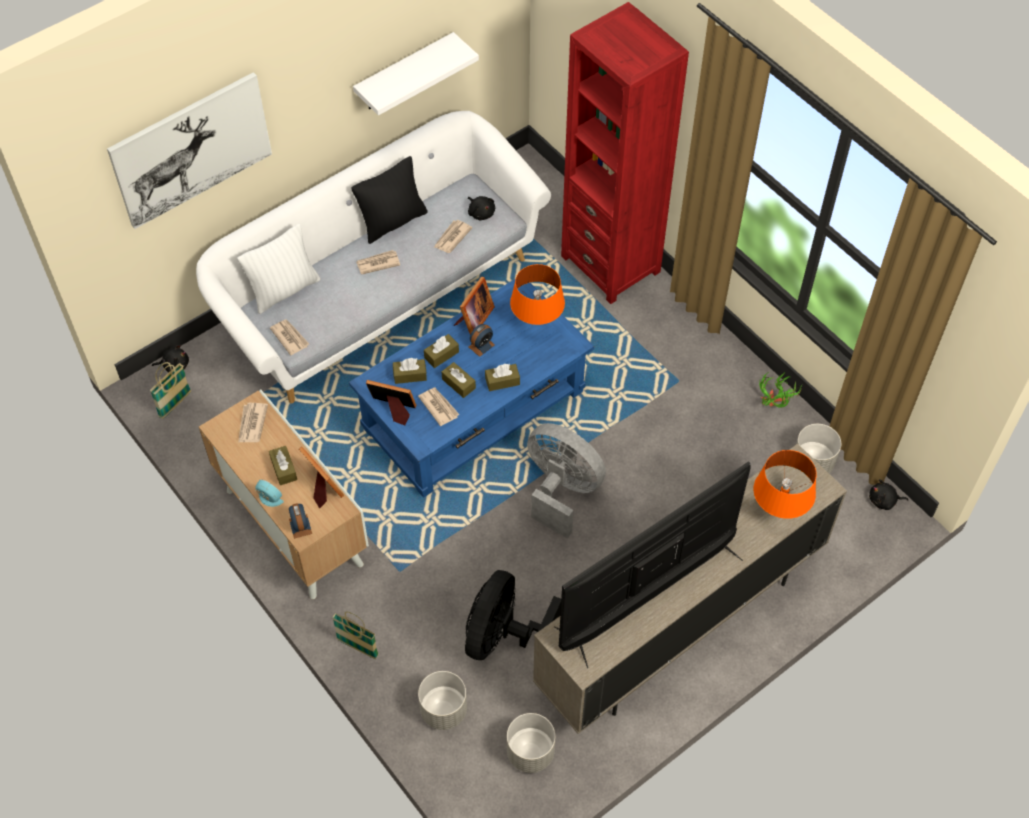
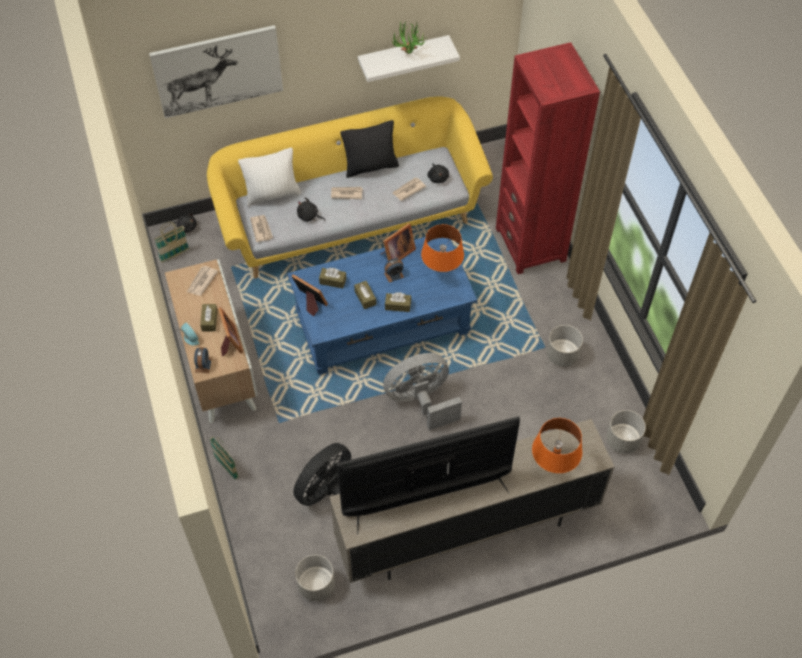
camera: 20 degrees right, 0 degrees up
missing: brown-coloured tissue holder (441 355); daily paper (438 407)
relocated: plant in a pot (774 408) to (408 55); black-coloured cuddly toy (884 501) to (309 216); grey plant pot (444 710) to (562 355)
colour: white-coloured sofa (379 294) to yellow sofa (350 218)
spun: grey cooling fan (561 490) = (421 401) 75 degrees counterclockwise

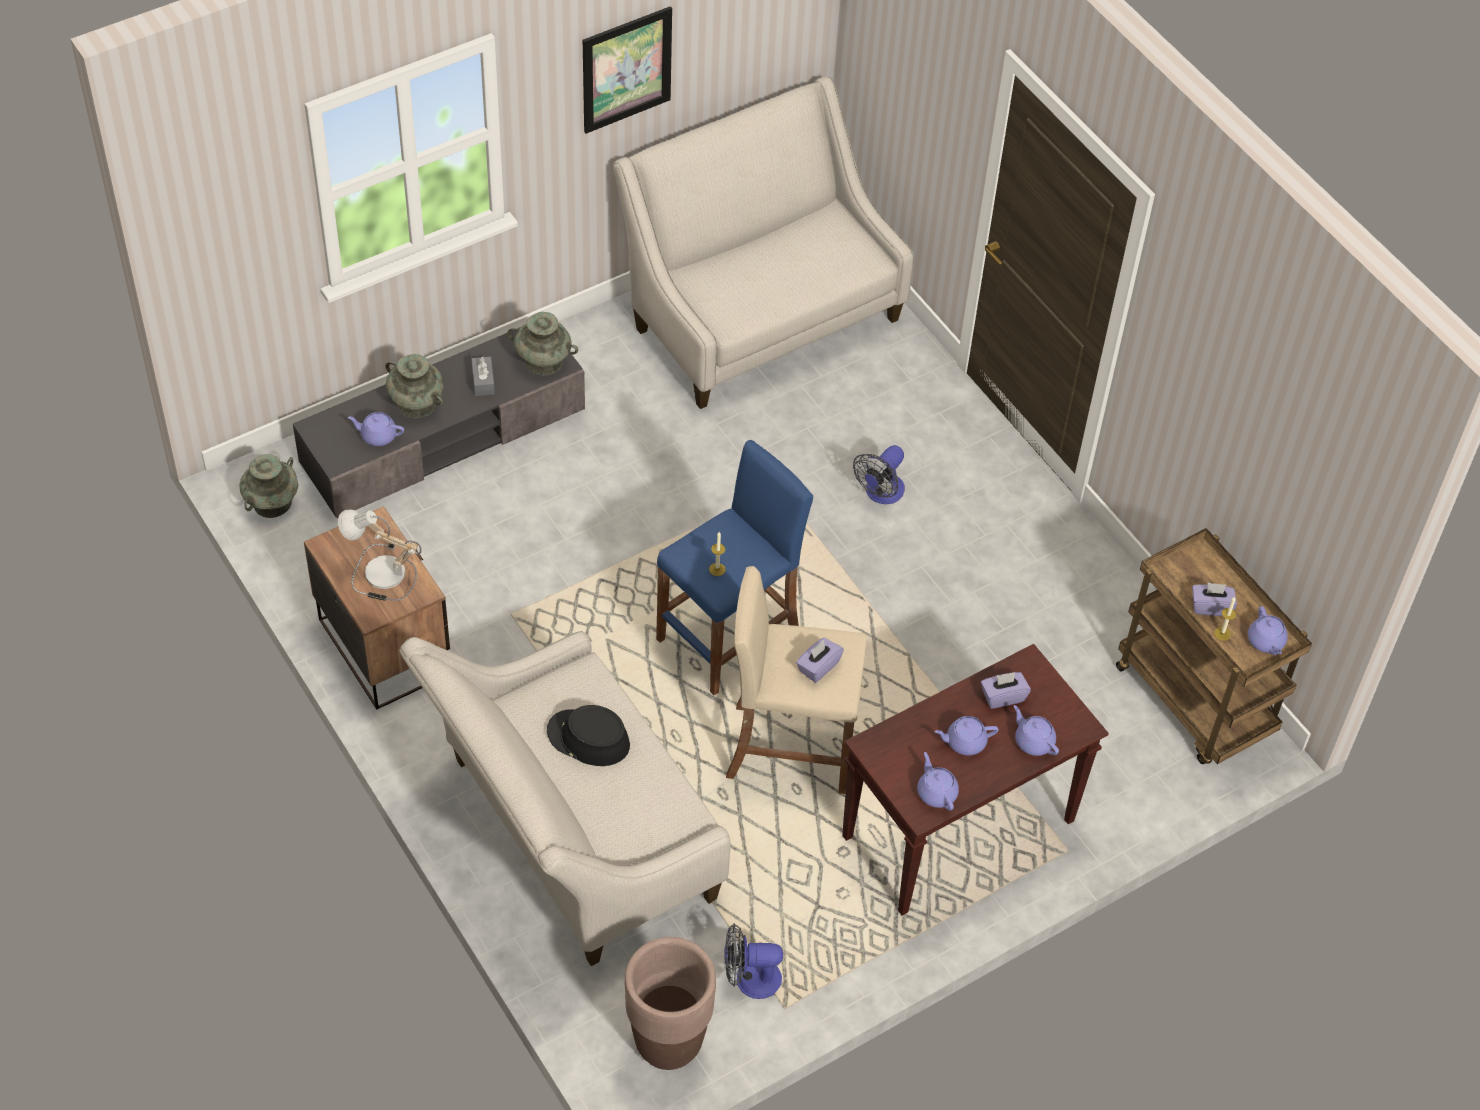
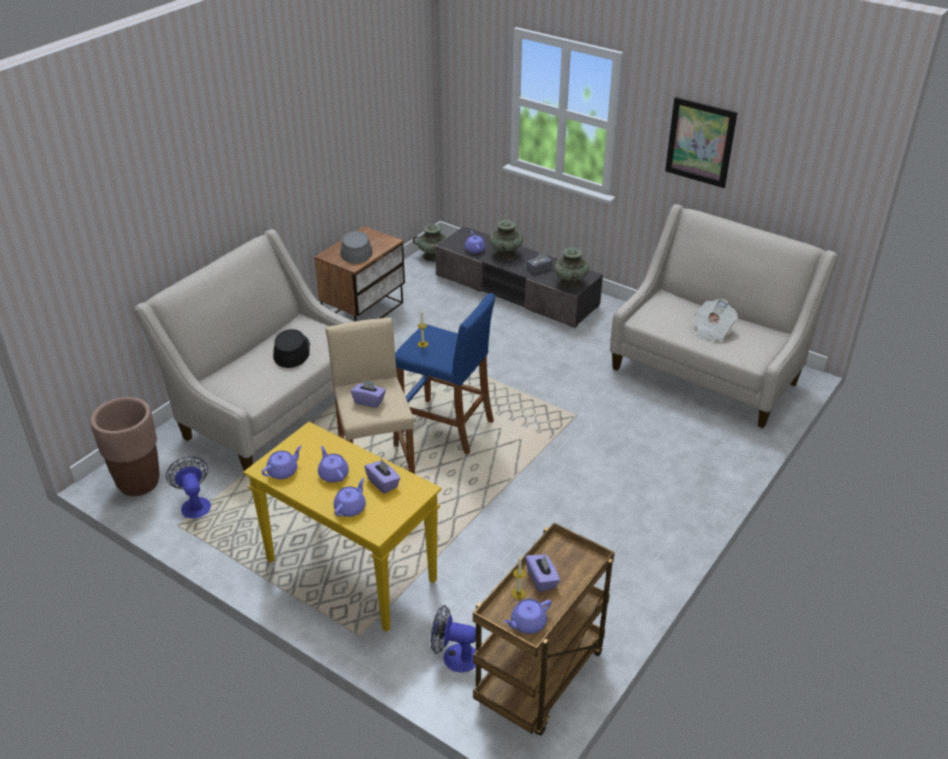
camera: 70 degrees right, 15 degrees down
appeared: daily paper (711 331)
relocated: cooling fan (880 494) to (454 656)
exchanged: tabletop lamp (381 575) to grey clothing hat (356 251)
colour: brown-coloured console table (957 831) to yellow console table (349 571)

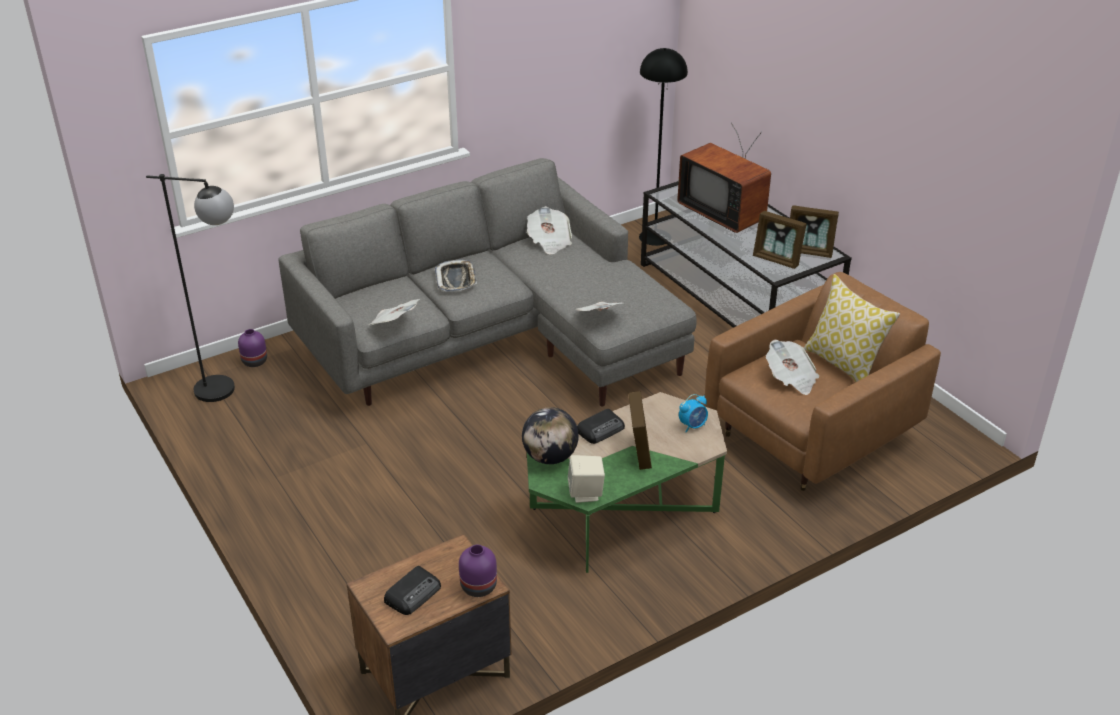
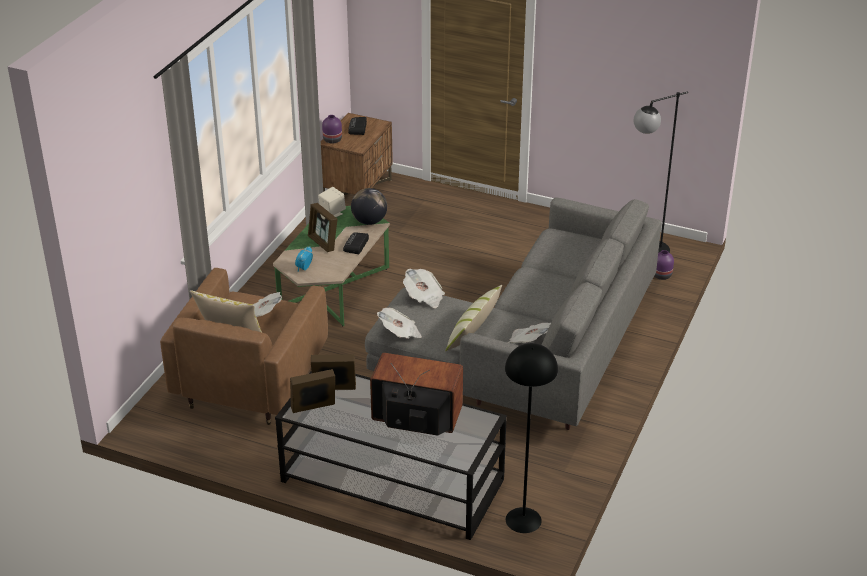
camera: 145 degrees right, 0 degrees up
missing: carrying tray (456 279)
appeared: cushion (472 331)
relocated: daily paper (395 323) to (400 333)

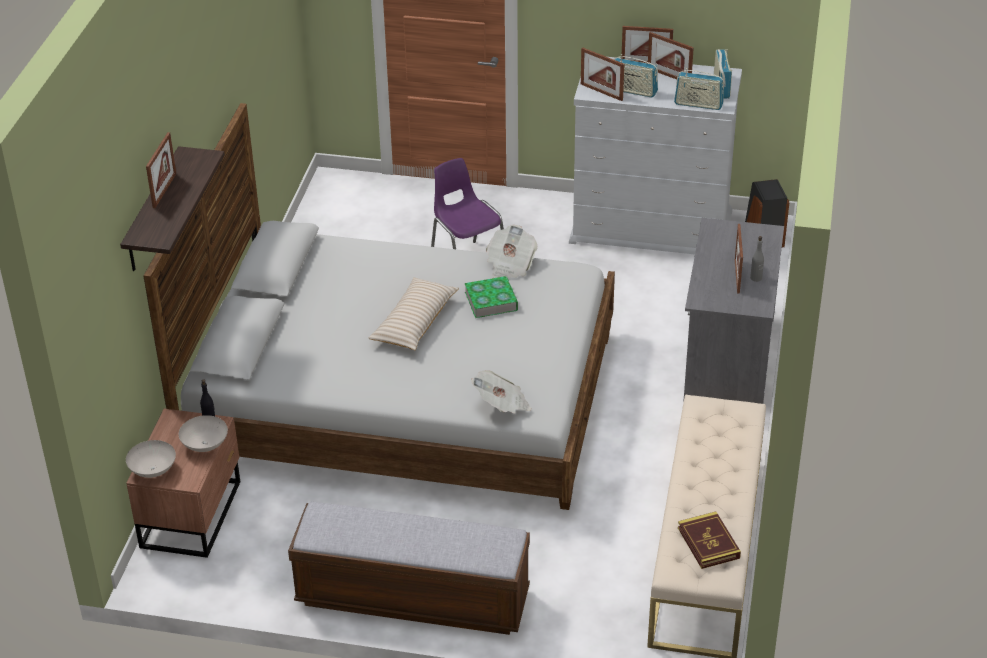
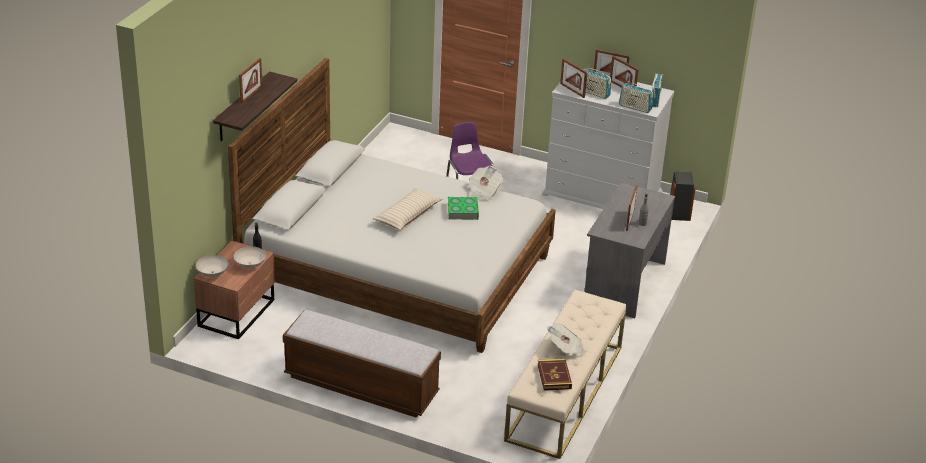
camera: 10 degrees right, 5 degrees down
relocated: daily paper (502 405) to (566 349)

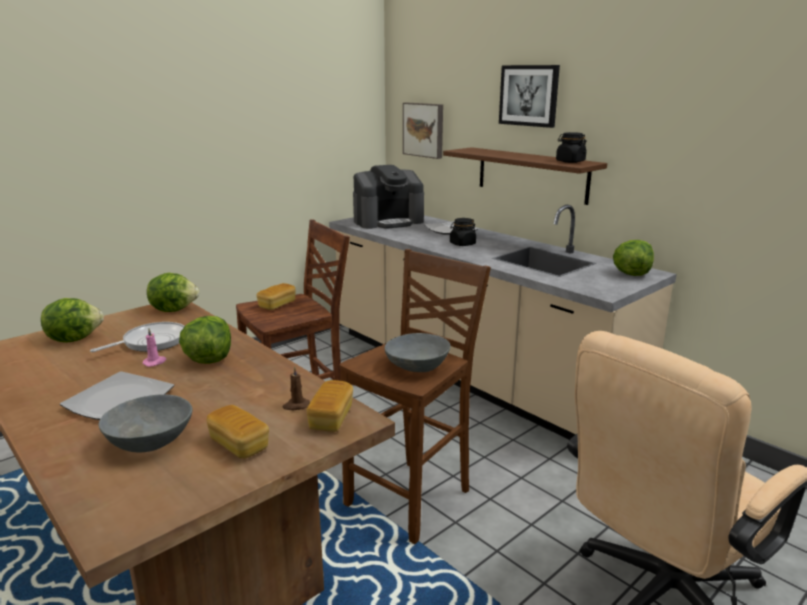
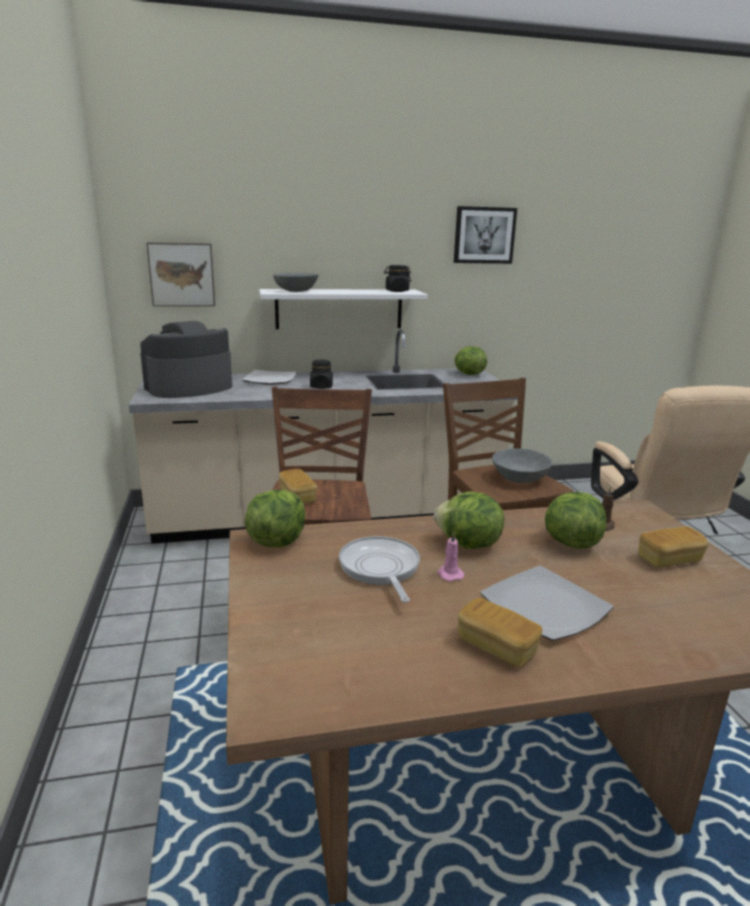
camera: 60 degrees left, 0 degrees up
relocated: wall art (529 95) to (484 235); lettuce head (74 338) to (570 542); bakery bread (331 418) to (496 647); grey deep dish (151 442) to (296 291)
colour: brown-coloured bracket shelf (531 174) to white-coloured bracket shelf (339 309)
spun: coffee maker (388 221) = (189 387) 135 degrees counterclockwise

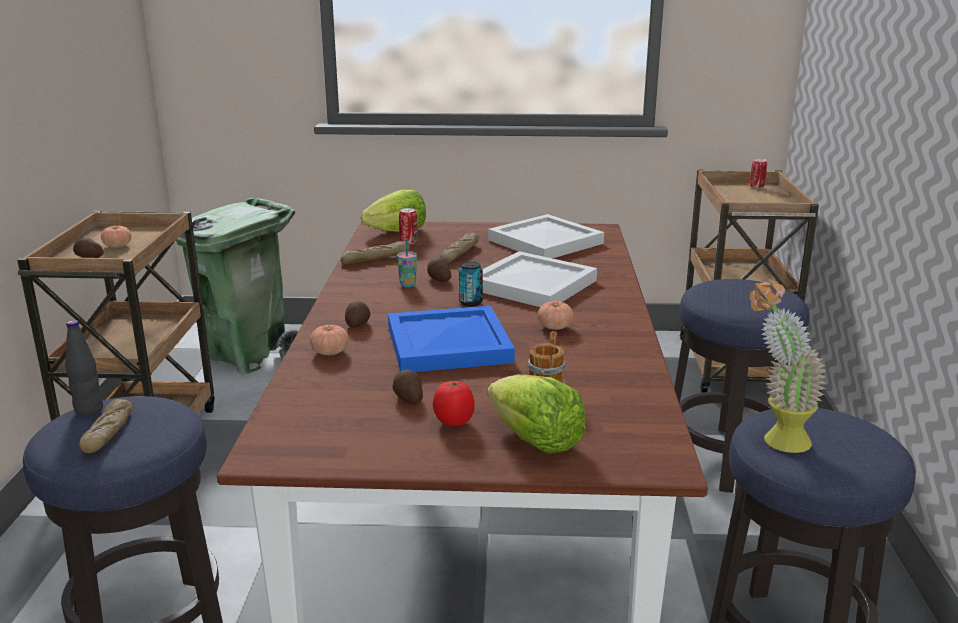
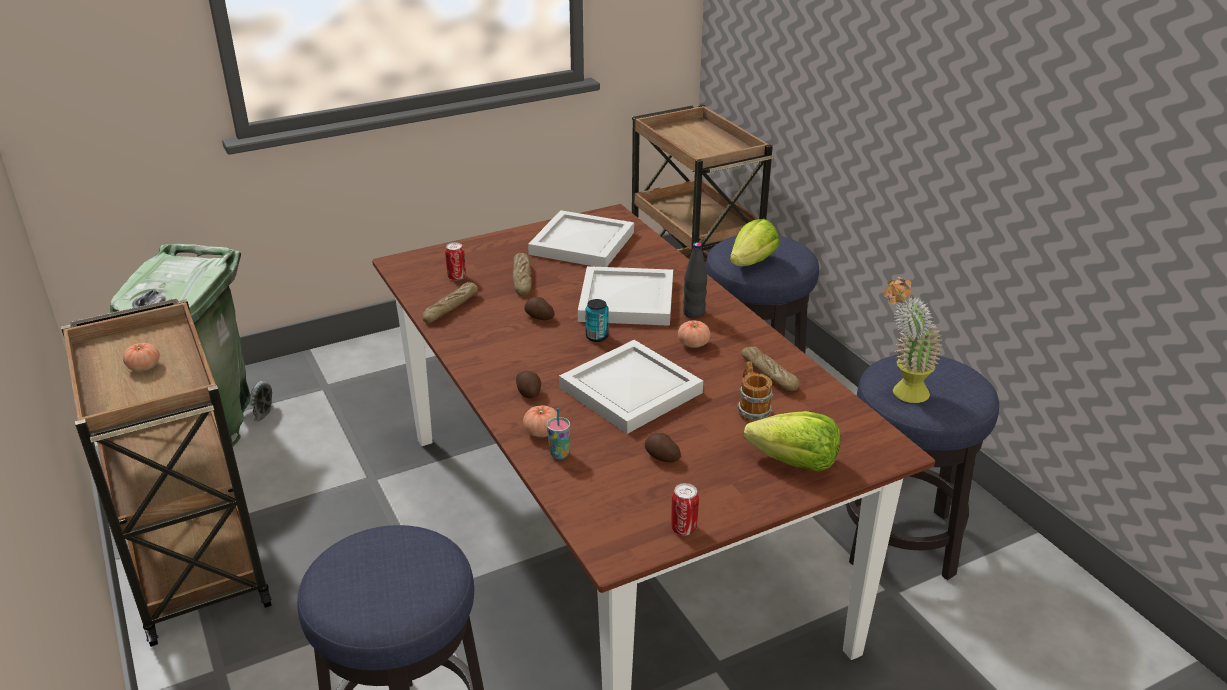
camera: 30 degrees left, 10 degrees up
missing: spud (88 257); whole tomato (454 422)
relocated: metal can (756 187) to (683 528); lettuce head (398 232) to (752 262); cup (407 285) to (559 454); black-coloured bottle (89 410) to (694 313); bakery bread (108 433) to (769 374)
colour: bluish carrying tray (446 344) to white-coloured carrying tray (628 390)

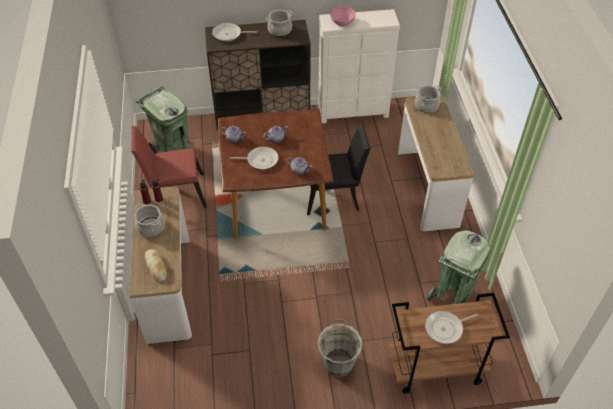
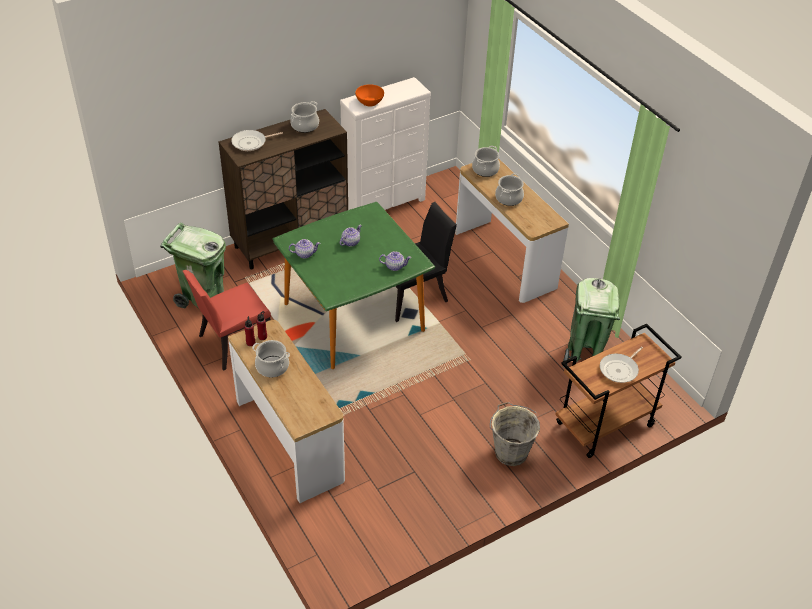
camera: 25 degrees left, 5 degrees down
missing: skillet (260 160); bakery bread (156 267)
appeared: saucepot (508 198)
colour: pink deep dish (342 22) to orange-coloured deep dish (369 102); brown-coloured dining table (275 200) to green dining table (353 317)

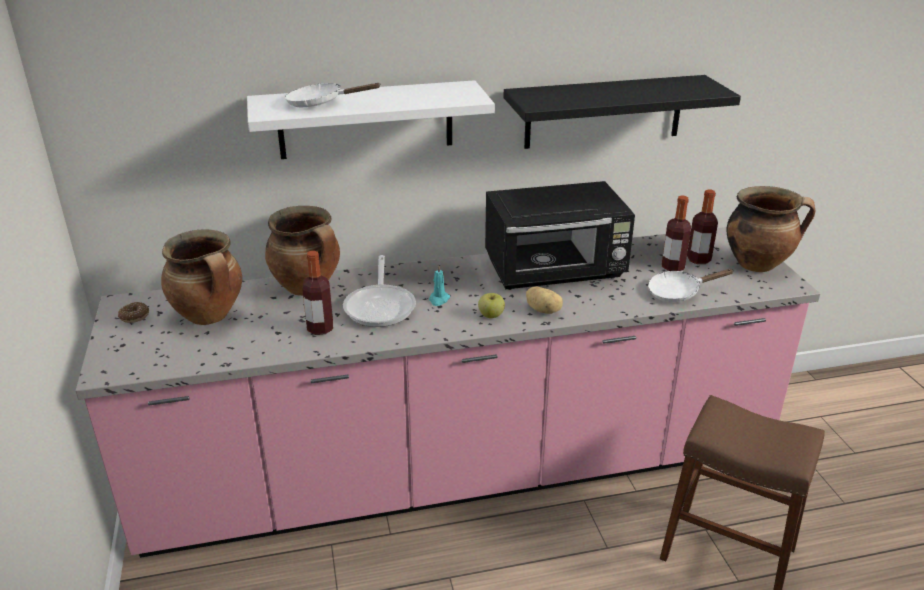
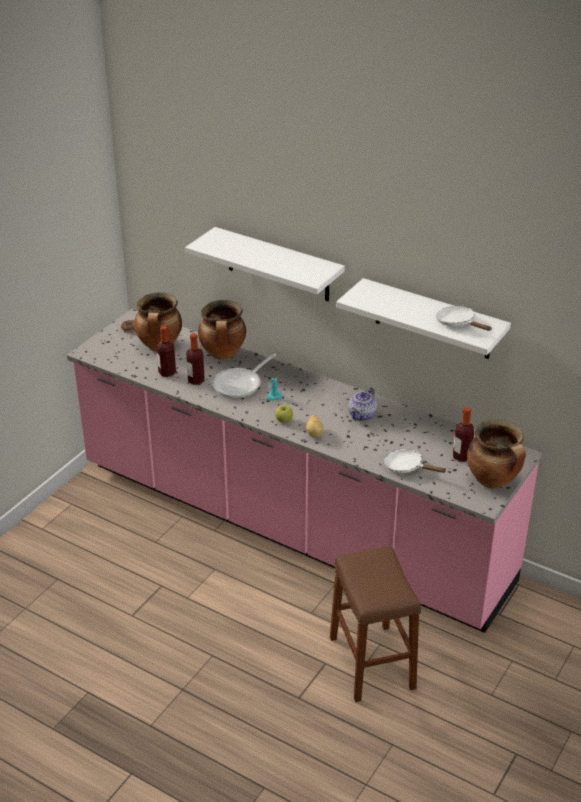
camera: 45 degrees right, 5 degrees up
relocated: white-coloured skillet (321 103) to (458 323); bottle (672 267) to (167 373)
exchanged: black-coloured microwave (556 271) to pot for tea (362 416)
colour: black-coloured bracket shelf (604 112) to white-coloured bracket shelf (433 320)

